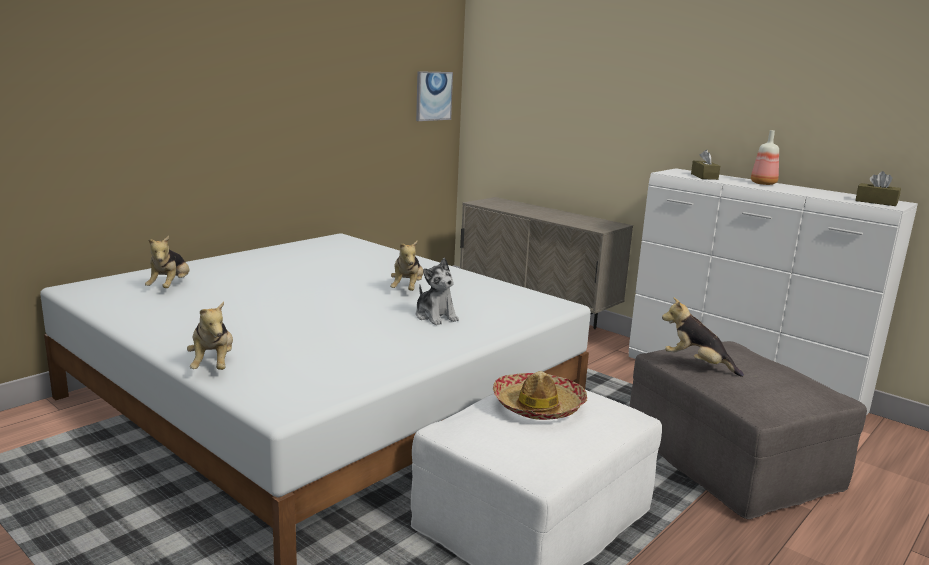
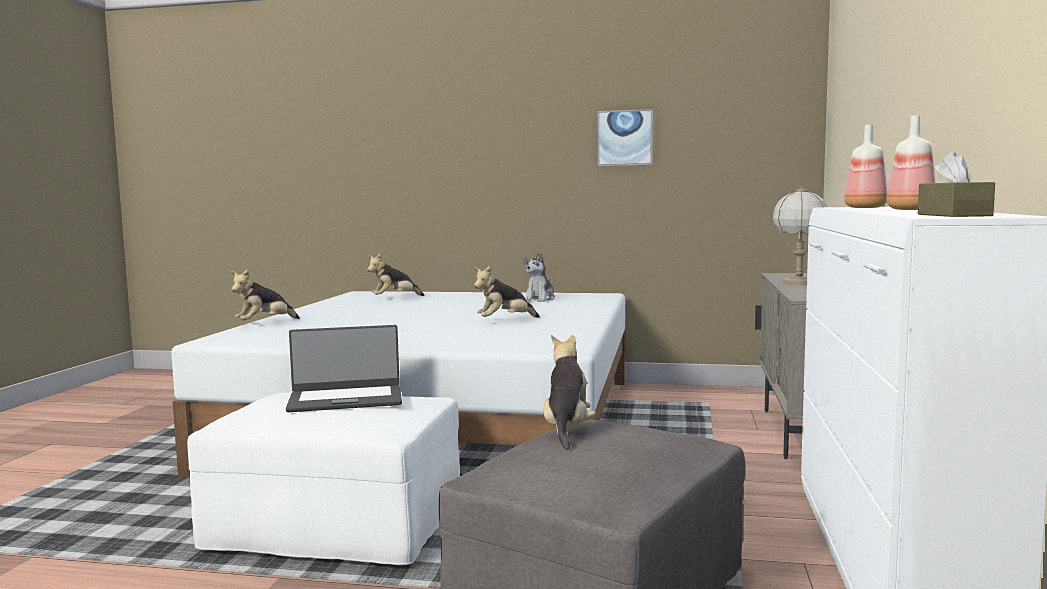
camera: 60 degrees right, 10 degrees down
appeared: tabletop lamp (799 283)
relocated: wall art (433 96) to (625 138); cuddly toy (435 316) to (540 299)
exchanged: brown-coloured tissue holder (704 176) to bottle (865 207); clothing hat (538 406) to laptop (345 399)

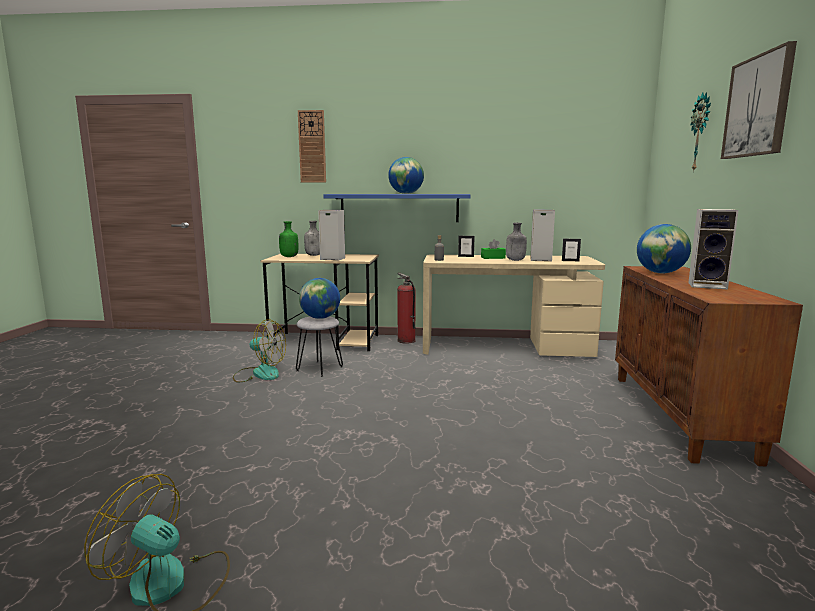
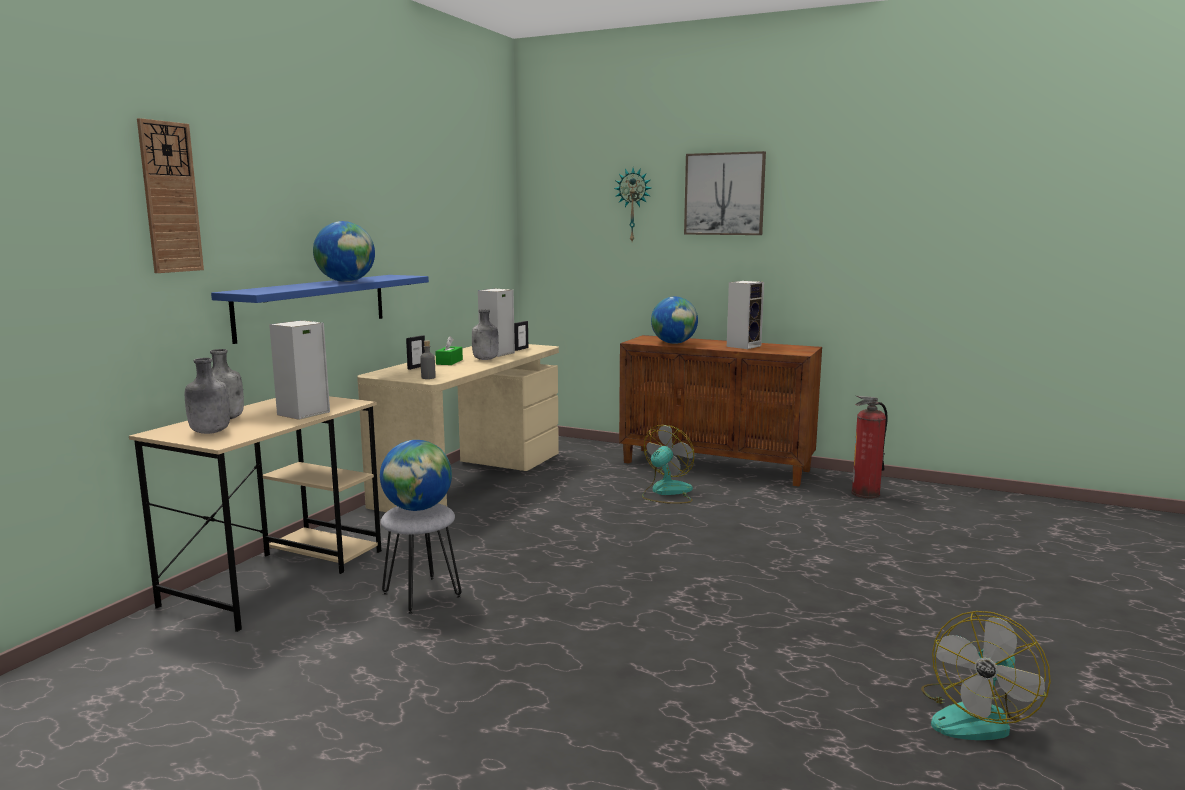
camera: 70 degrees left, 0 degrees up
relocated: extinguisher (406 340) to (865 493); cooling fan (259 373) to (666 492)
colour: green bottle (288 257) to grey bottle (209 432)

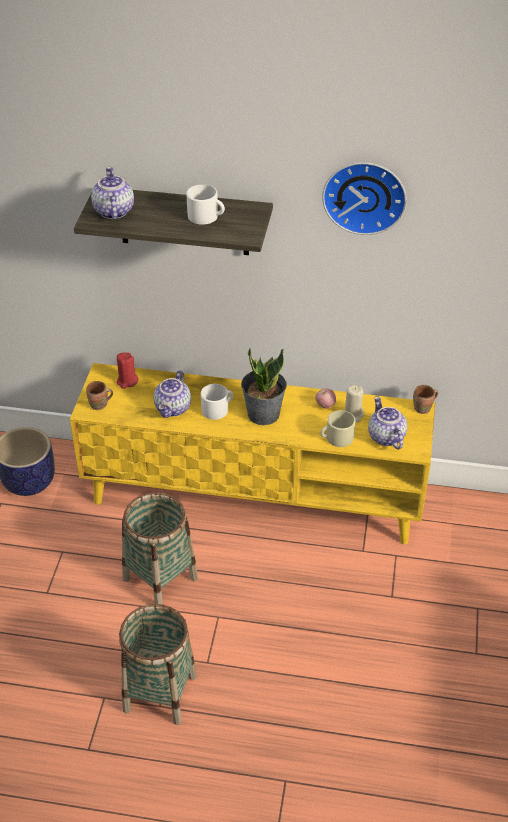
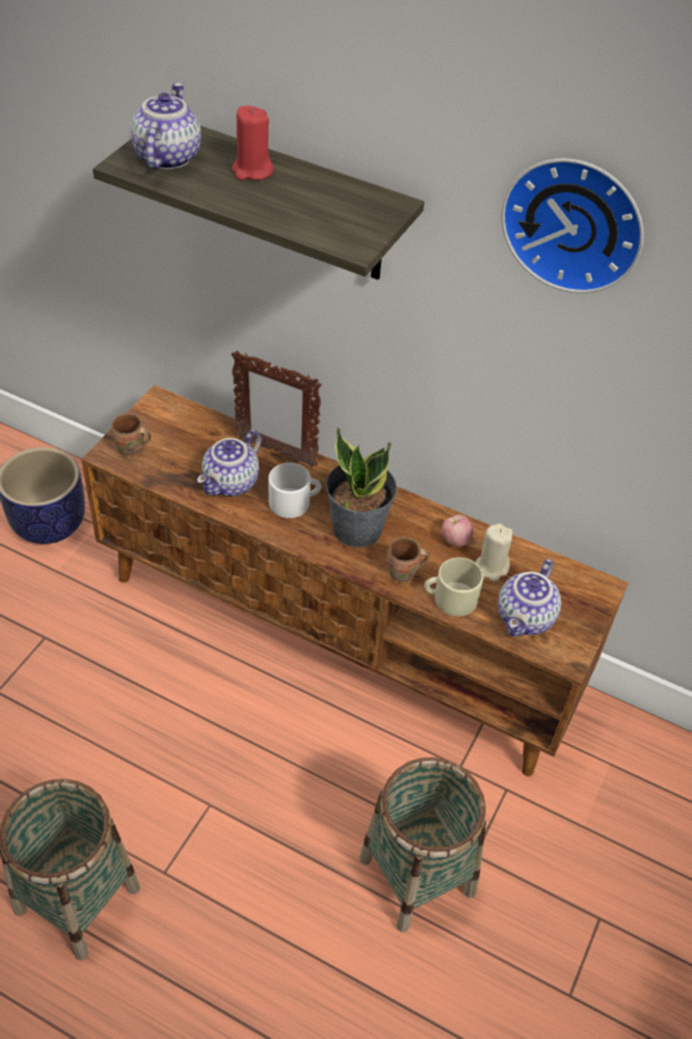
camera: 15 degrees right, 5 degrees up
missing: white-coloured coffee mug (206 216)
appeared: picture frame (275 451)
relocated: reddish wax candle (127 381) to (252 170); brown-coloured coffee mug (423 409) to (404 574); storage basket (160 578) to (417 875)
colour: yellow tv unit (255 496) to brown-coloured tv unit (339 634)
spun: pot for tea (385 437) = (526 619) 150 degrees counterclockwise

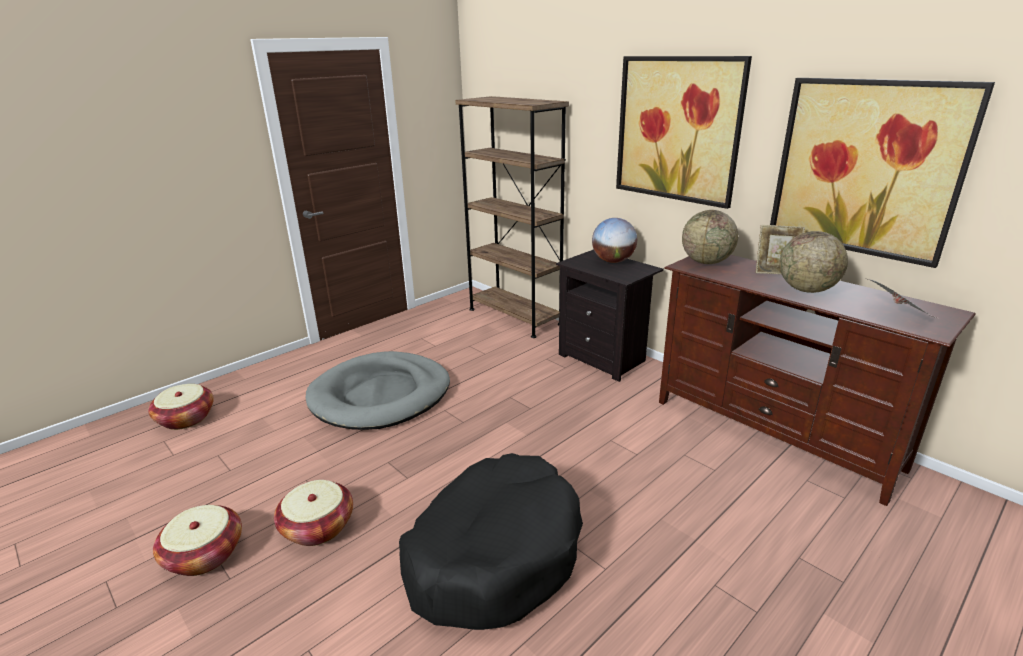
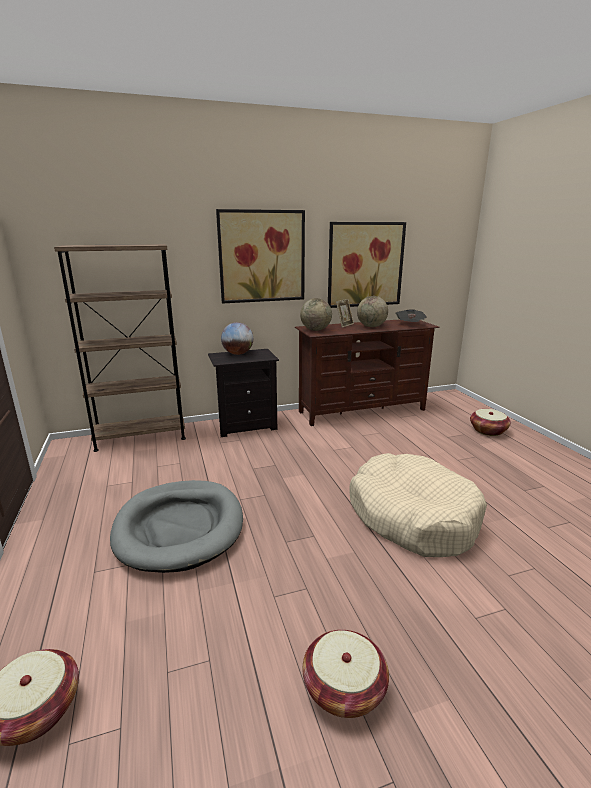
camera: 65 degrees left, 5 degrees down
relocated: storage basket (318 527) to (488 430)
colour: black-coloured pet bed (494 553) to sand-coloured pet bed (412 516)

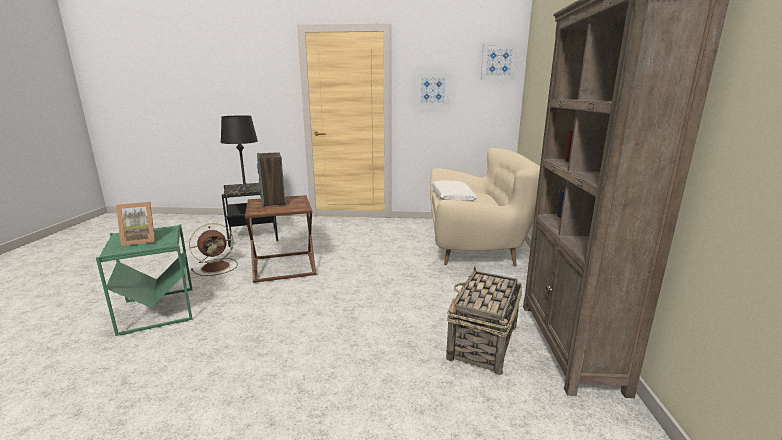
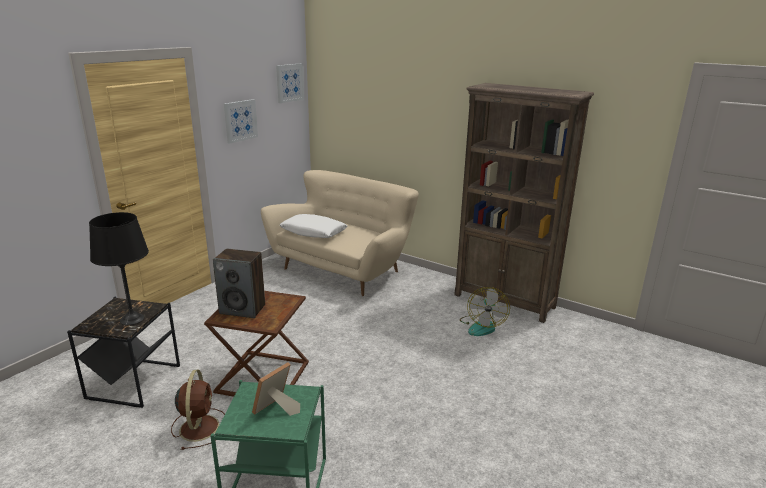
camera: 60 degrees left, 5 degrees up
exchanged: storage basket (482 343) to cooling fan (482 326)
spun: picture frame (140 240) = (276 410) 150 degrees counterclockwise

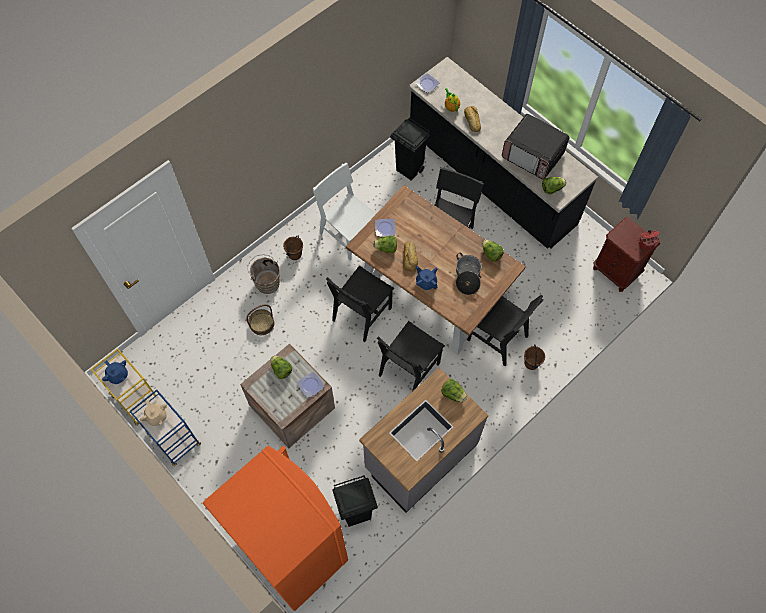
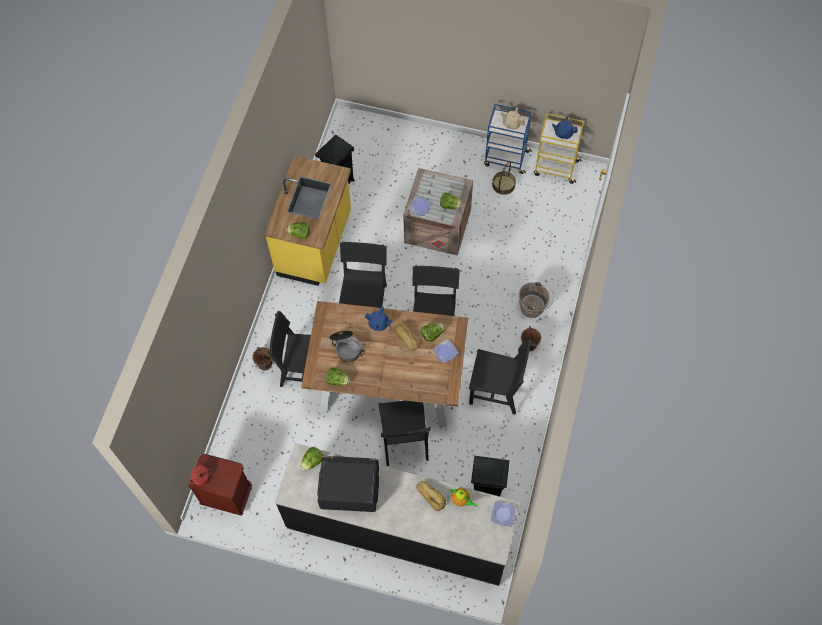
camera: 150 degrees right, 0 degrees up
missing: orange-coloured kitchen fridge (292 549)
relocated: storage basket (262 324) to (503 185)
colour: white-coloured upright chair (348 235) to black-coloured upright chair (496 391); grey kitchen base unit (420 456) to yellow kitchen base unit (316 244)

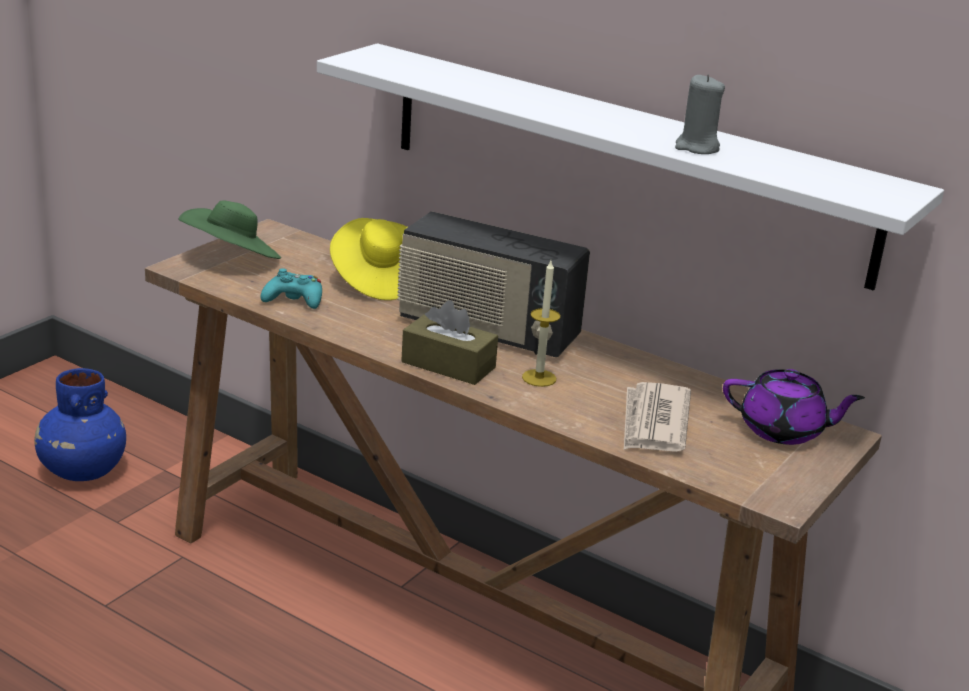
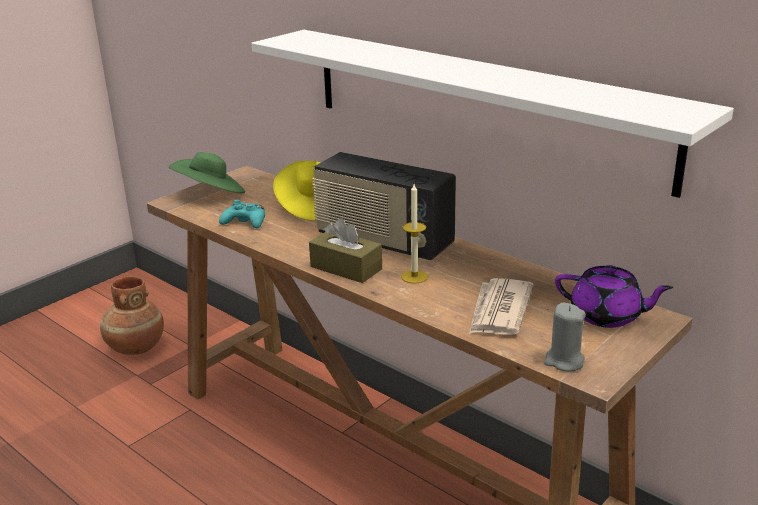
camera: 10 degrees right, 0 degrees up
relocated: grey wax candle (697 148) to (564 361)
colour: bluish flower vase (82 471) to brown-coloured flower vase (135 347)

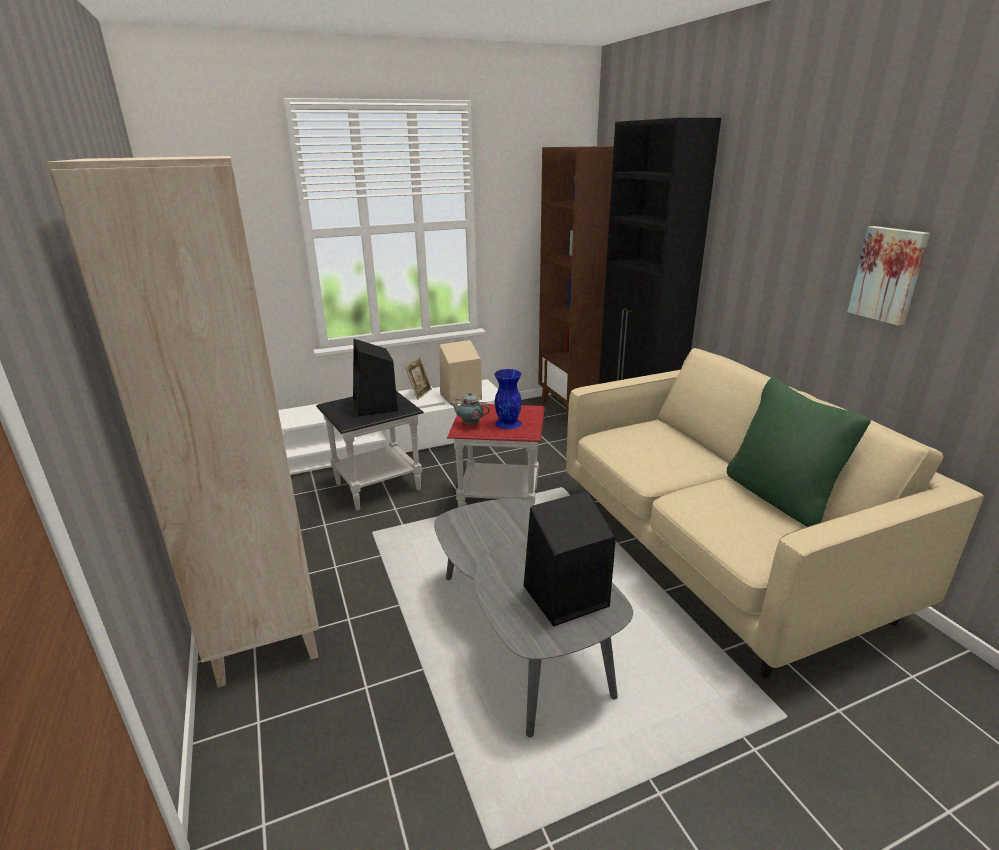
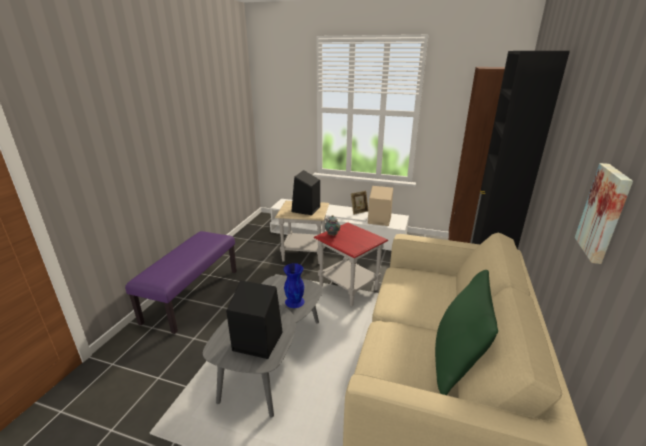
camera: 40 degrees right, 0 degrees up
relocated: bluish flower vase (508 423) to (295 301)
exchanged: sand-coloured shelving unit (264 632) to purple indoor bench (192 295)
colour: black-coloured end table (379 486) to sand-coloured end table (304 254)

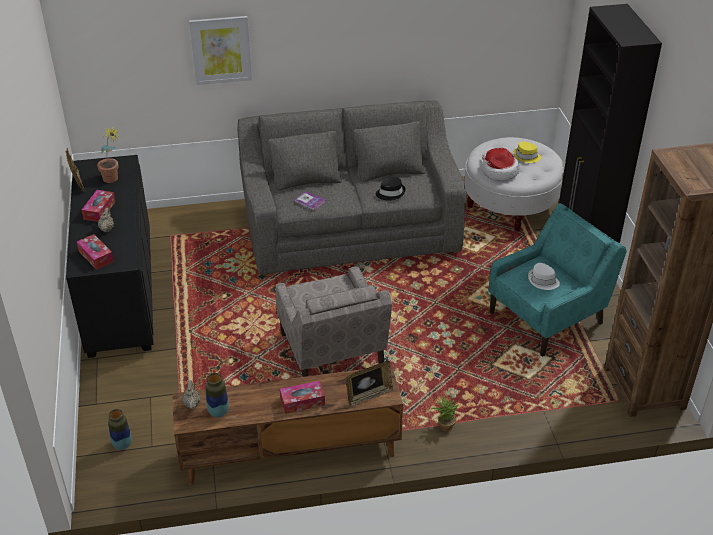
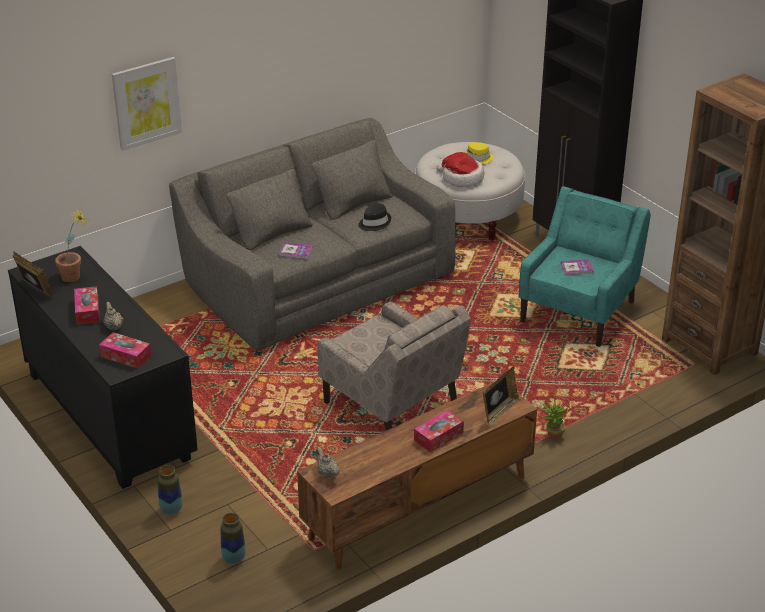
camera: 25 degrees left, 5 degrees down
relocated: flower vase (218 412) to (171 510)
exchanged: white-coloured clothing hat (543 281) to book (577 268)

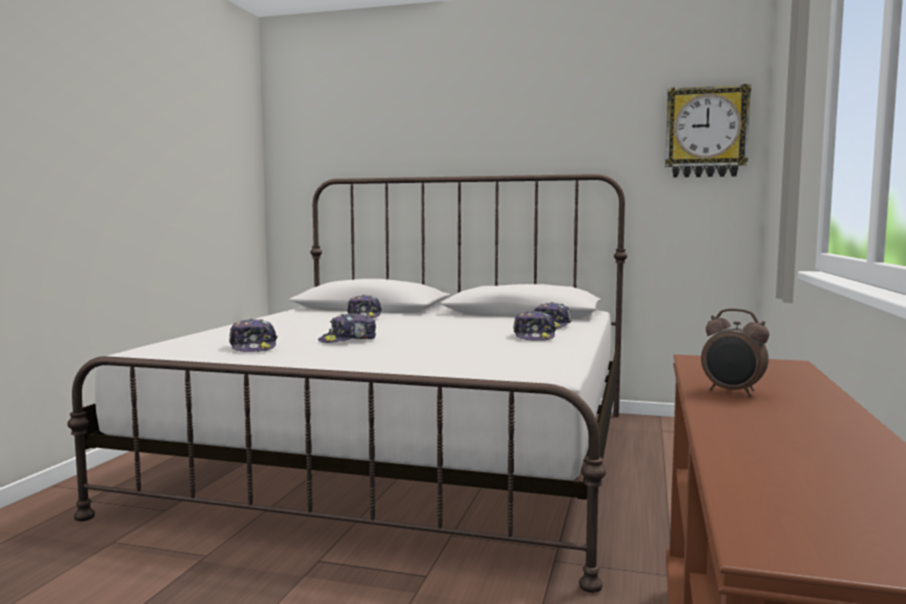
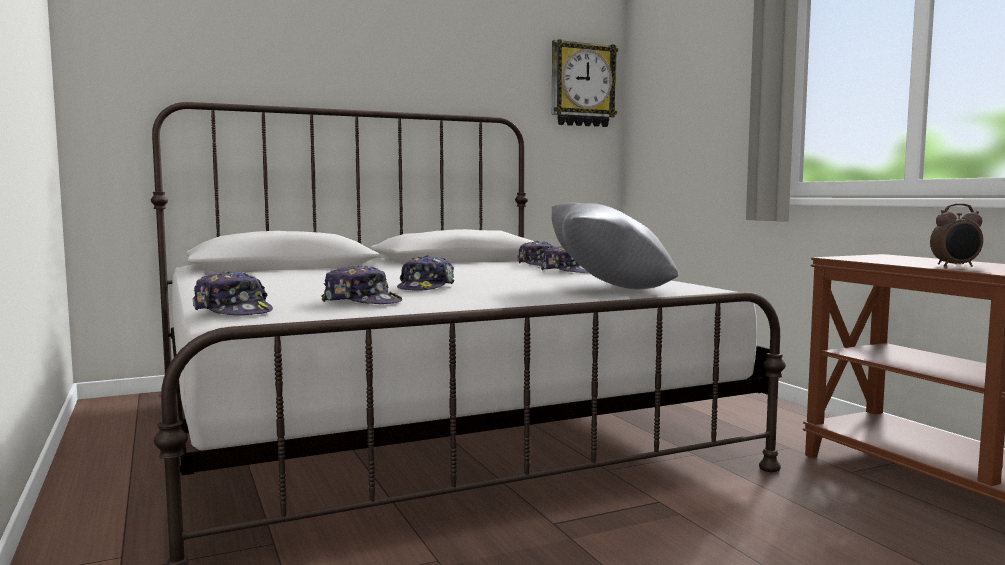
camera: 40 degrees left, 0 degrees up
appeared: grey cushion (608 289)
relocated: baseball cap (364 316) to (233 311)

